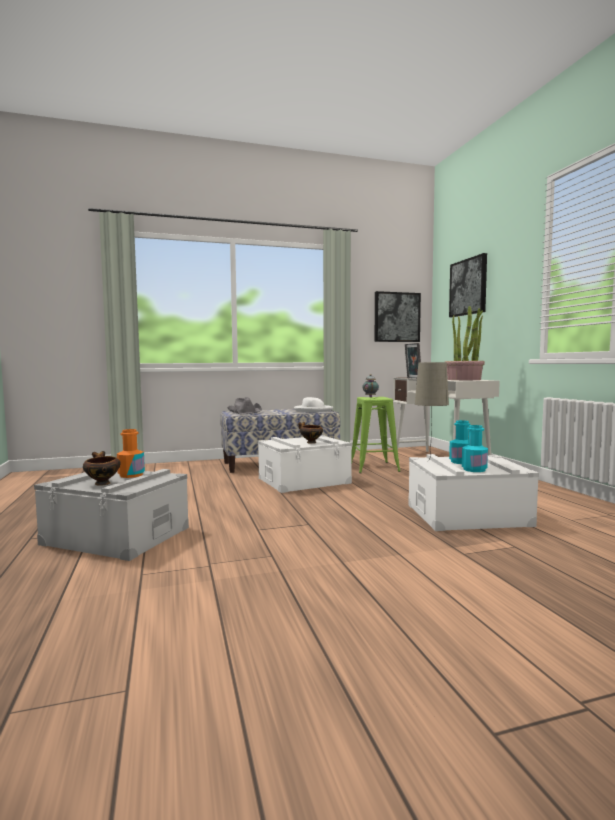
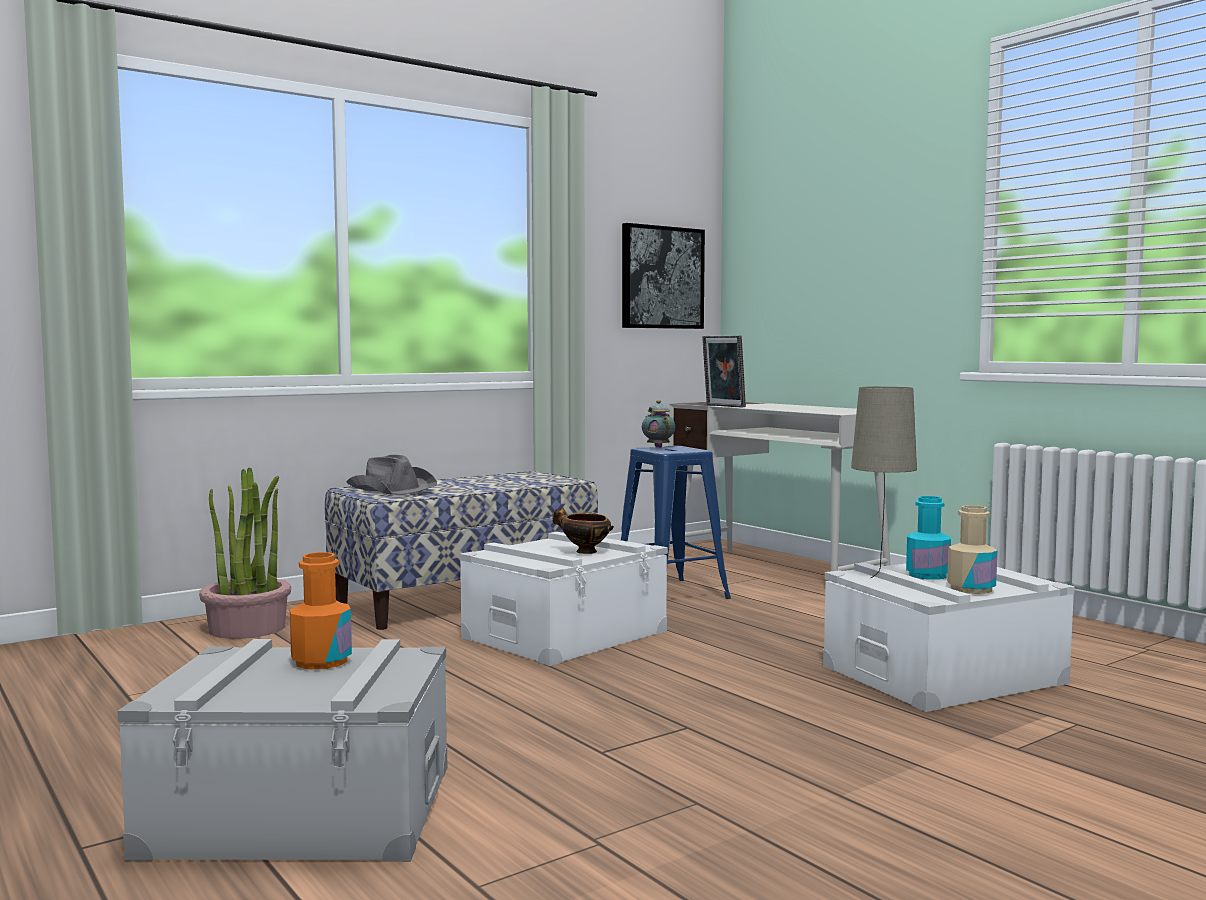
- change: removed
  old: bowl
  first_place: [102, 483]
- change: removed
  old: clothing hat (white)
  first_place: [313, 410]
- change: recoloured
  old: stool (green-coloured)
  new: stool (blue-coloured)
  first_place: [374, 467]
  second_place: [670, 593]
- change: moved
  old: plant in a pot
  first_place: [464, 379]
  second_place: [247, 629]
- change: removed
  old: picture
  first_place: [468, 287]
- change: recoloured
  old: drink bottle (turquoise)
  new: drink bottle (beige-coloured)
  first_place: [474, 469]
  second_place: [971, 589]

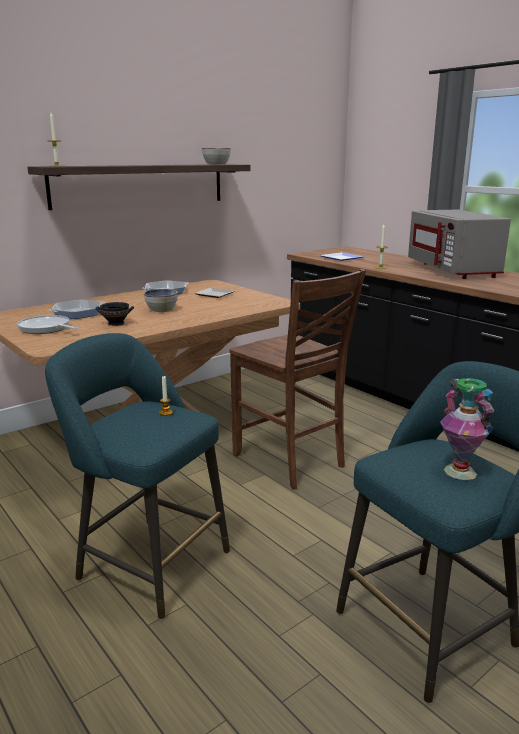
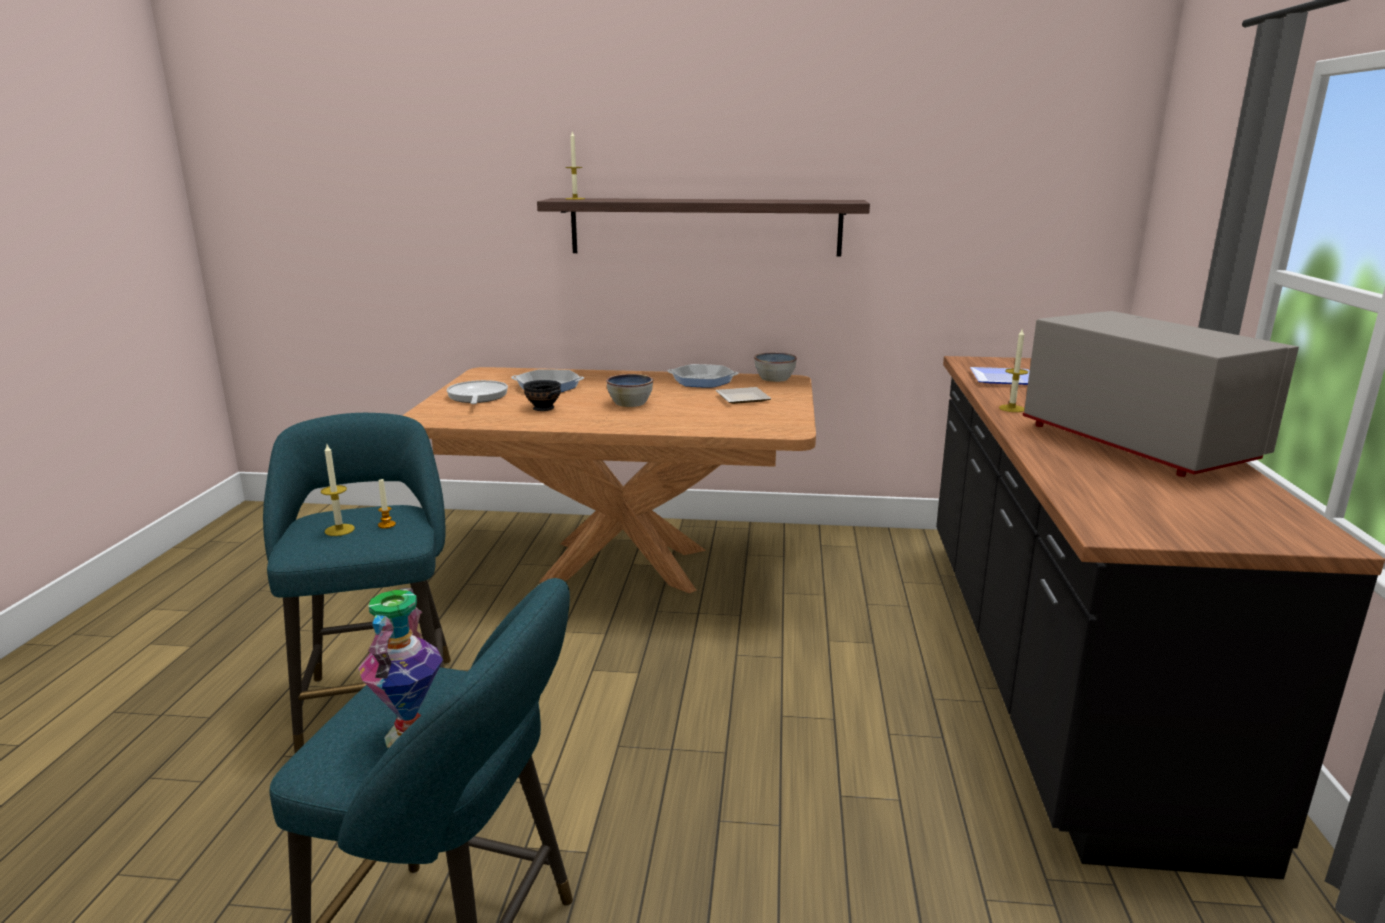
- change: moved
  old: bowl
  first_place: [216, 164]
  second_place: [774, 379]
- change: removed
  old: plain chair (brownish)
  first_place: [290, 461]
- change: turned
  old: microwave oven (greyish)
  first_place: [453, 270]
  second_place: [1135, 444]
  degrees: 120
- change: added
  new: wax candle
  second_place: [339, 530]

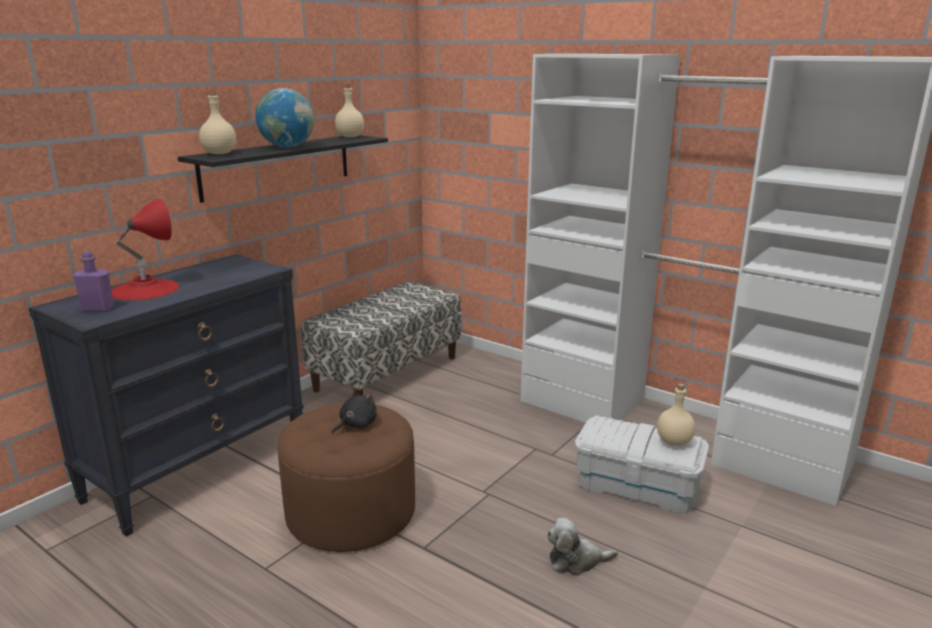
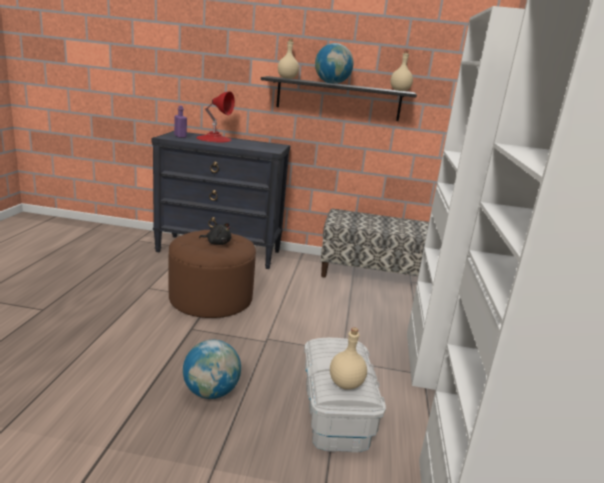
- change: replaced
  old: soft toy
  new: world globe
  first_place: [576, 561]
  second_place: [211, 392]

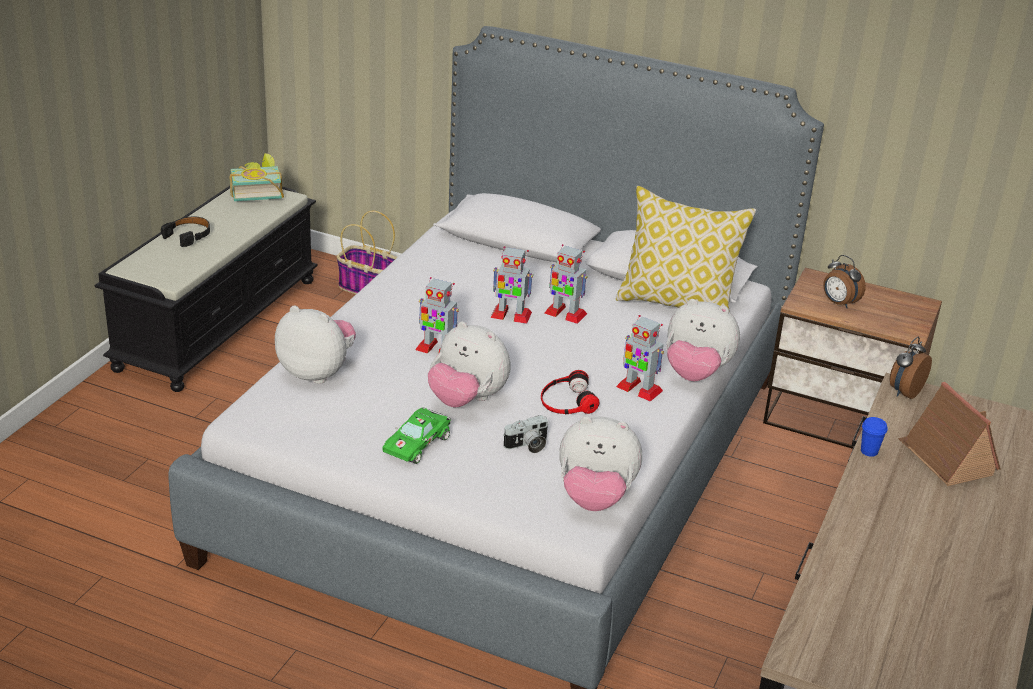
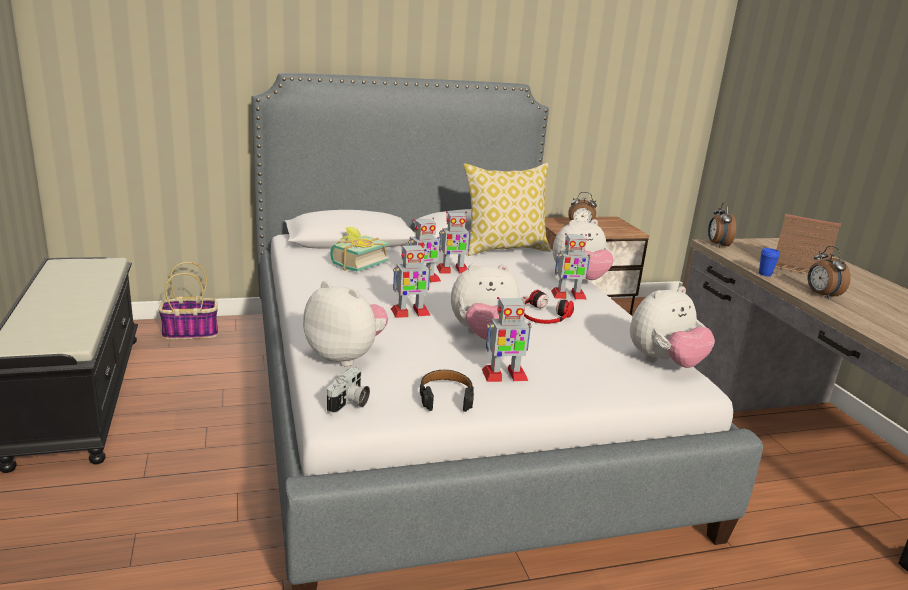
- change: moved
  old: headphones (black-coloured)
  first_place: [188, 235]
  second_place: [446, 397]
- change: moved
  old: bound book
  first_place: [256, 192]
  second_place: [355, 263]
- change: turned
  old: soft toy
  first_place: [317, 372]
  second_place: [346, 356]
  degrees: 45
- change: replaced
  old: model car (green-coloured)
  new: toy robot
  first_place: [417, 443]
  second_place: [504, 375]
- change: moved
  old: still camera
  first_place: [527, 446]
  second_place: [349, 404]
- change: added
  new: alarm clock
  second_place: [821, 295]

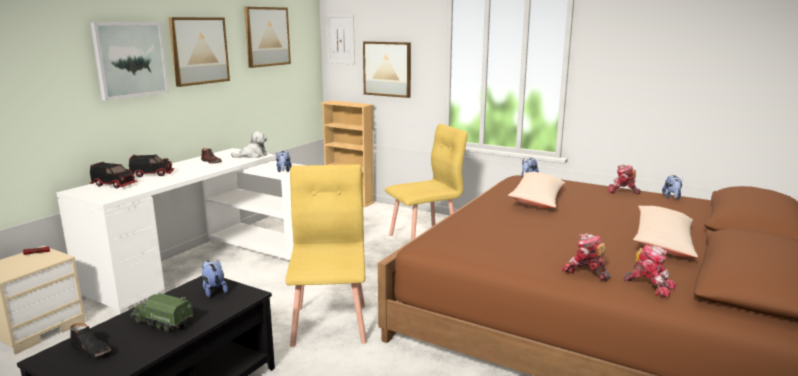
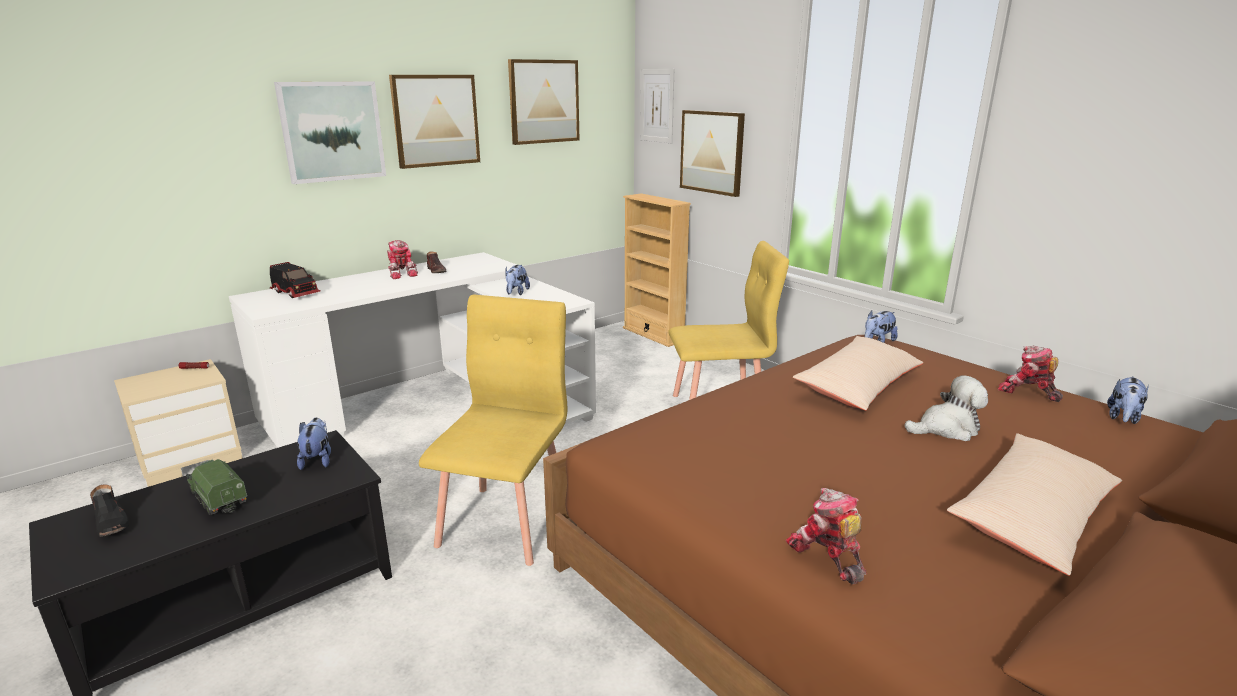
- change: removed
  old: toy lorry
  first_place: [152, 174]
- change: moved
  old: soft toy
  first_place: [252, 155]
  second_place: [946, 429]
- change: moved
  old: toy robot
  first_place: [649, 285]
  second_place: [402, 273]

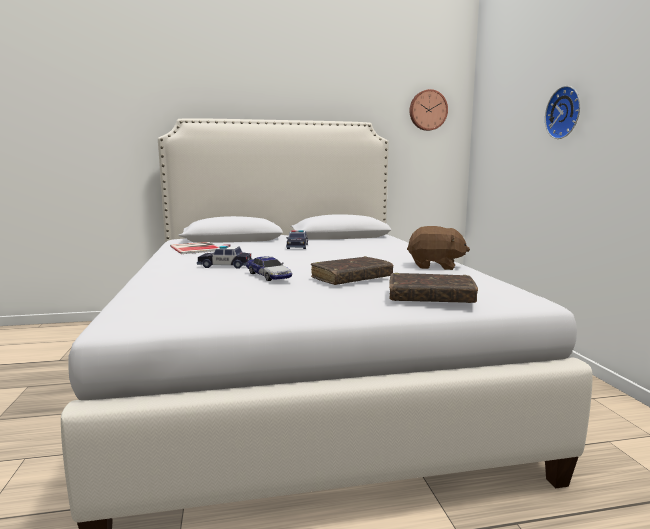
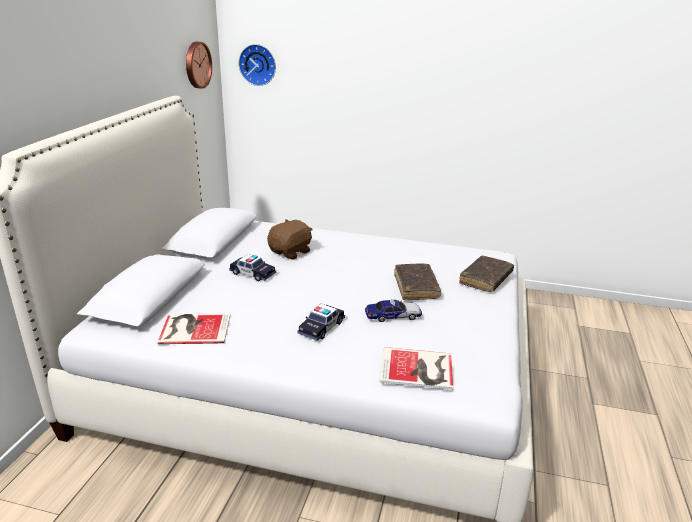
- change: moved
  old: soft toy (brownish)
  first_place: [435, 266]
  second_place: [291, 252]
- change: moved
  old: hanging clock
  first_place: [565, 112]
  second_place: [258, 64]
- change: added
  new: bound book
  second_place: [418, 369]

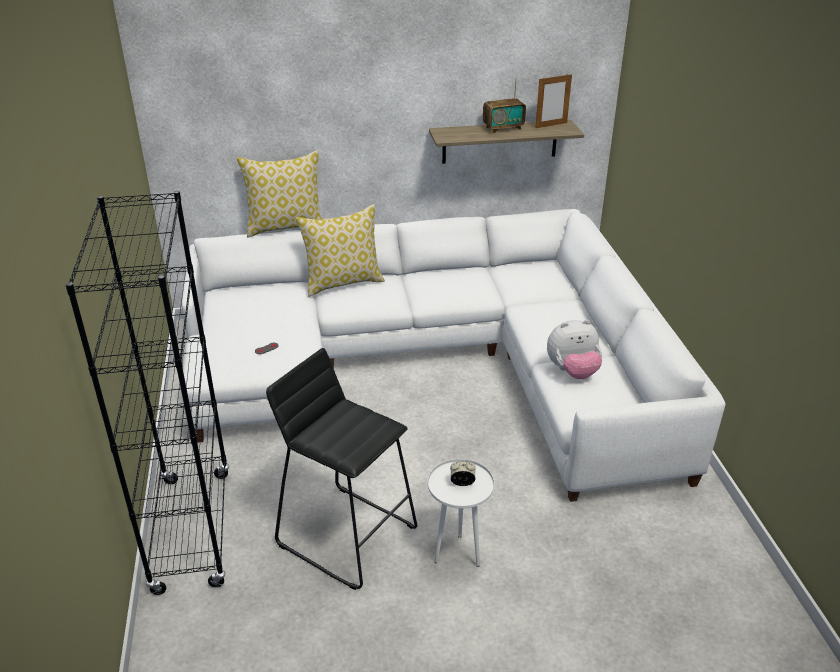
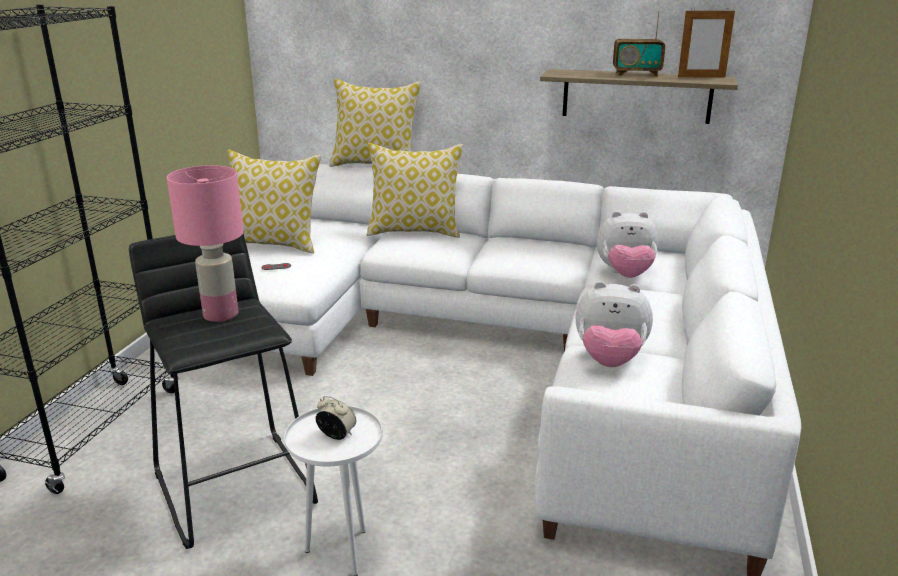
- change: added
  new: lamp for a table (pinkish)
  second_place: [220, 315]
- change: added
  new: throw pillow
  second_place: [275, 244]
- change: added
  new: soft toy
  second_place: [625, 275]

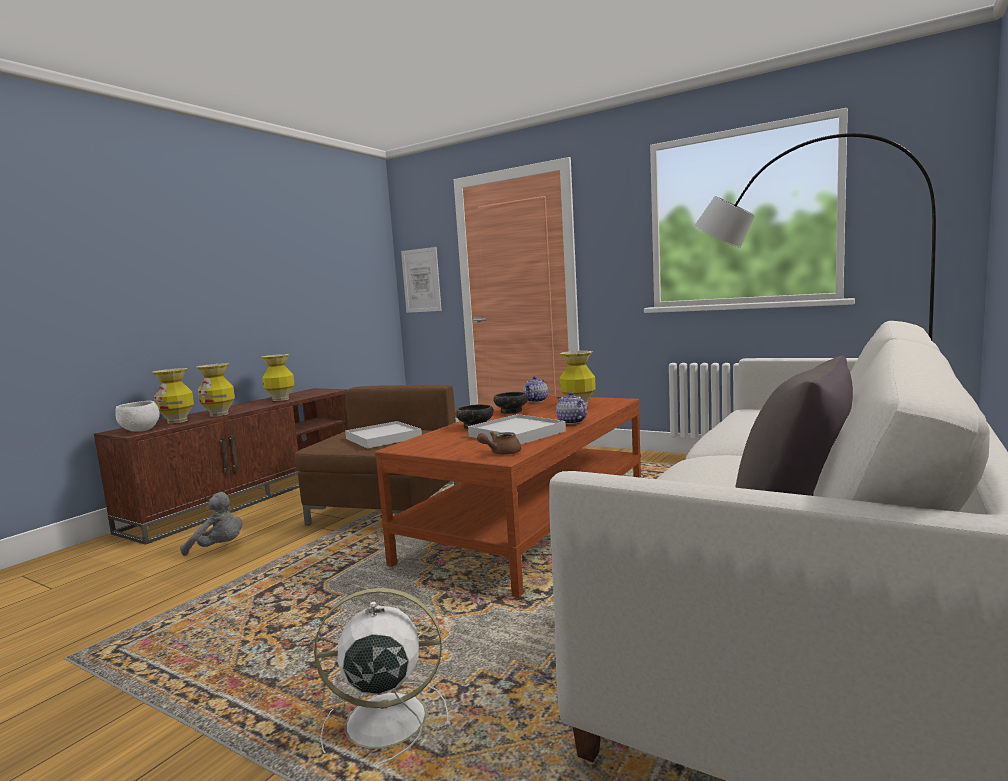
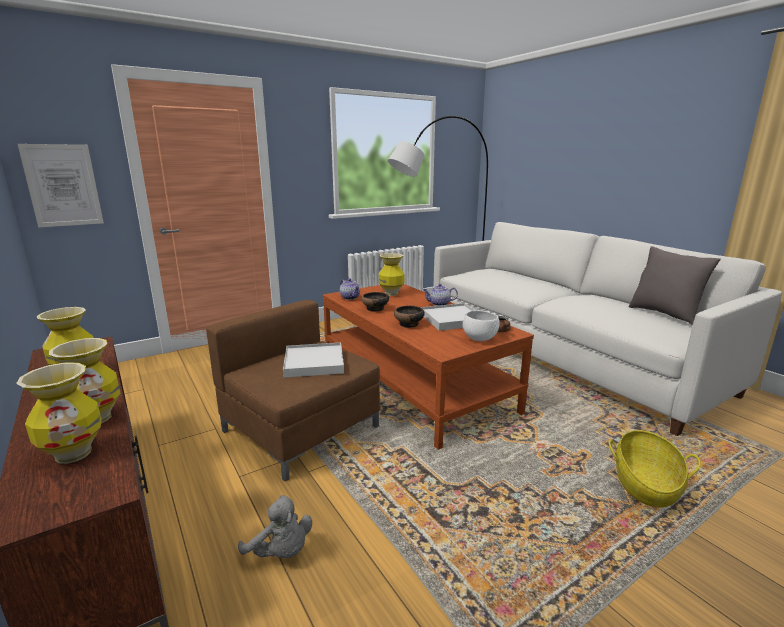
- change: moved
  old: bowl (white)
  first_place: [141, 430]
  second_place: [480, 339]
- change: turned
  old: soft toy (greyish)
  first_place: [219, 548]
  second_place: [281, 552]
  degrees: 90
- change: replaced
  old: electric fan (white)
  new: household basket
  first_place: [382, 721]
  second_place: [645, 484]

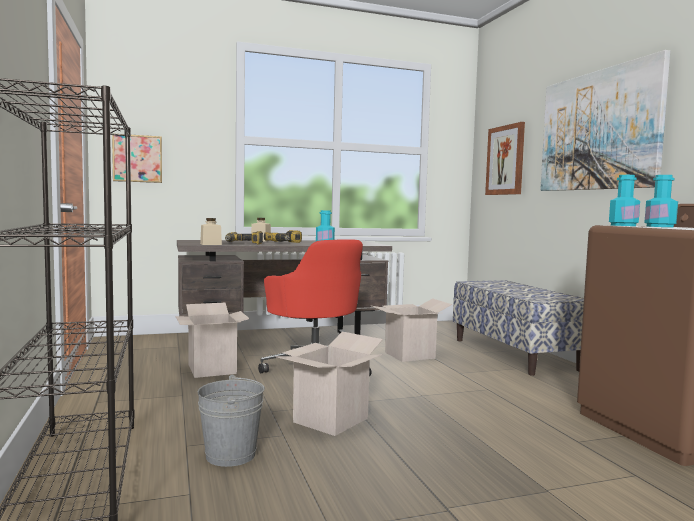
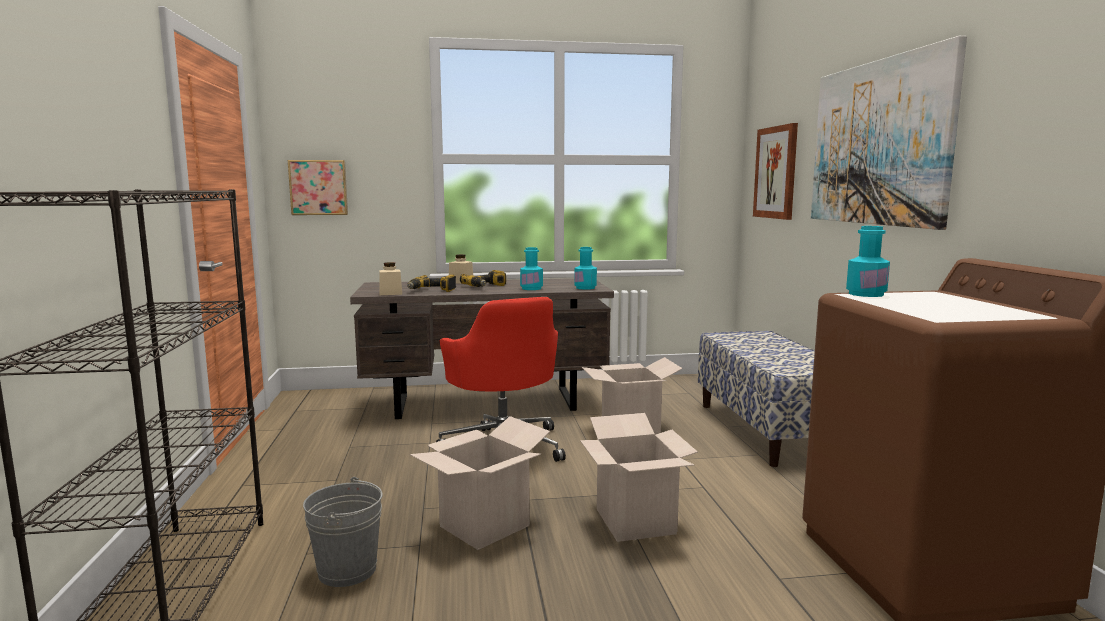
- change: moved
  old: cardboard box
  first_place: [212, 369]
  second_place: [635, 521]
- change: moved
  old: drink bottle (turquoise)
  first_place: [660, 226]
  second_place: [585, 288]

